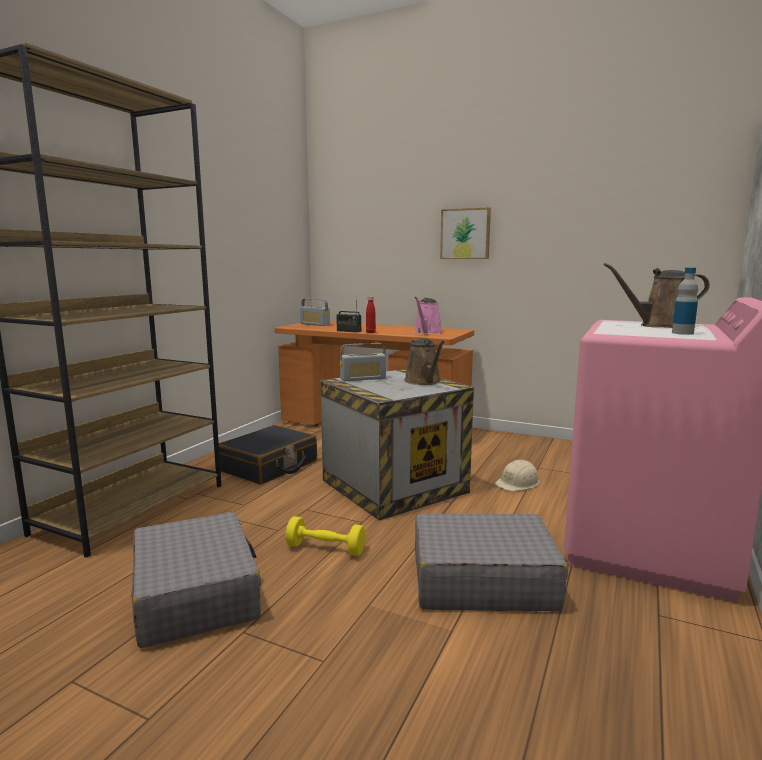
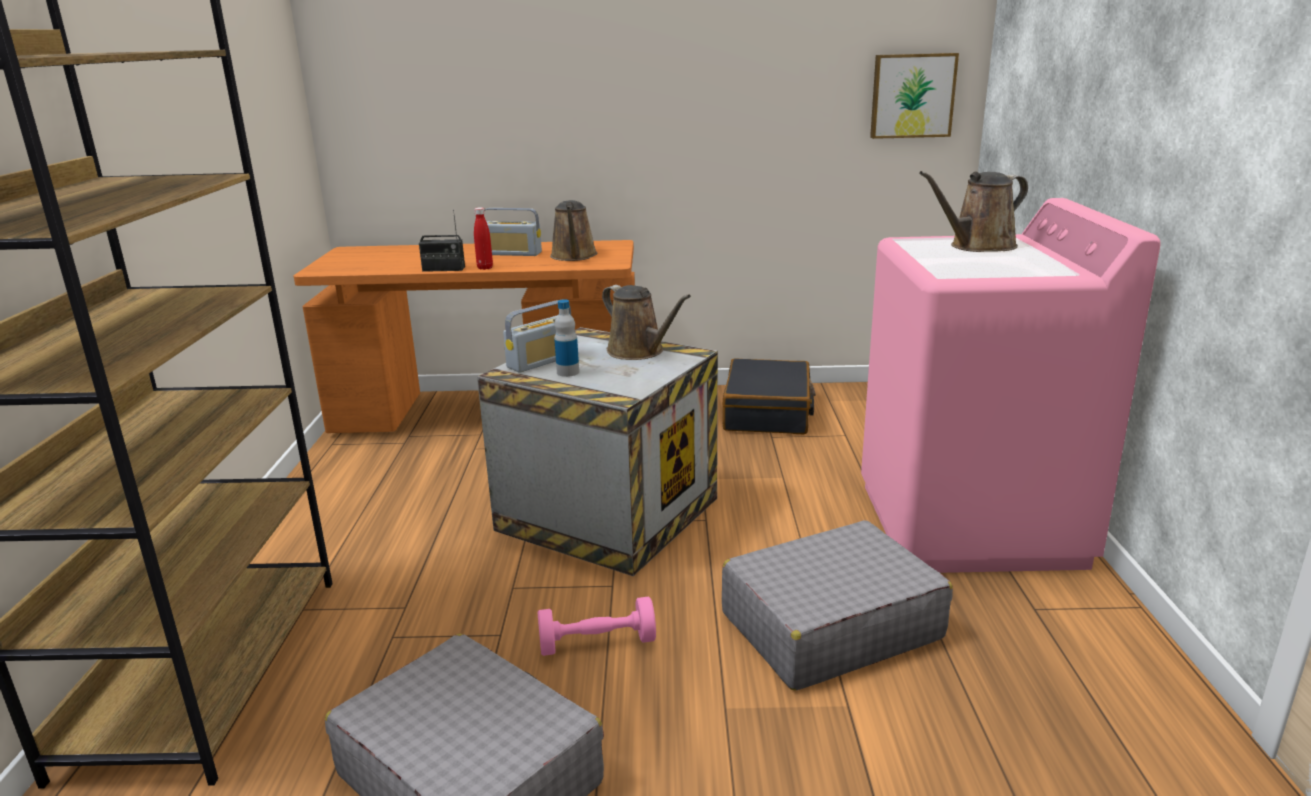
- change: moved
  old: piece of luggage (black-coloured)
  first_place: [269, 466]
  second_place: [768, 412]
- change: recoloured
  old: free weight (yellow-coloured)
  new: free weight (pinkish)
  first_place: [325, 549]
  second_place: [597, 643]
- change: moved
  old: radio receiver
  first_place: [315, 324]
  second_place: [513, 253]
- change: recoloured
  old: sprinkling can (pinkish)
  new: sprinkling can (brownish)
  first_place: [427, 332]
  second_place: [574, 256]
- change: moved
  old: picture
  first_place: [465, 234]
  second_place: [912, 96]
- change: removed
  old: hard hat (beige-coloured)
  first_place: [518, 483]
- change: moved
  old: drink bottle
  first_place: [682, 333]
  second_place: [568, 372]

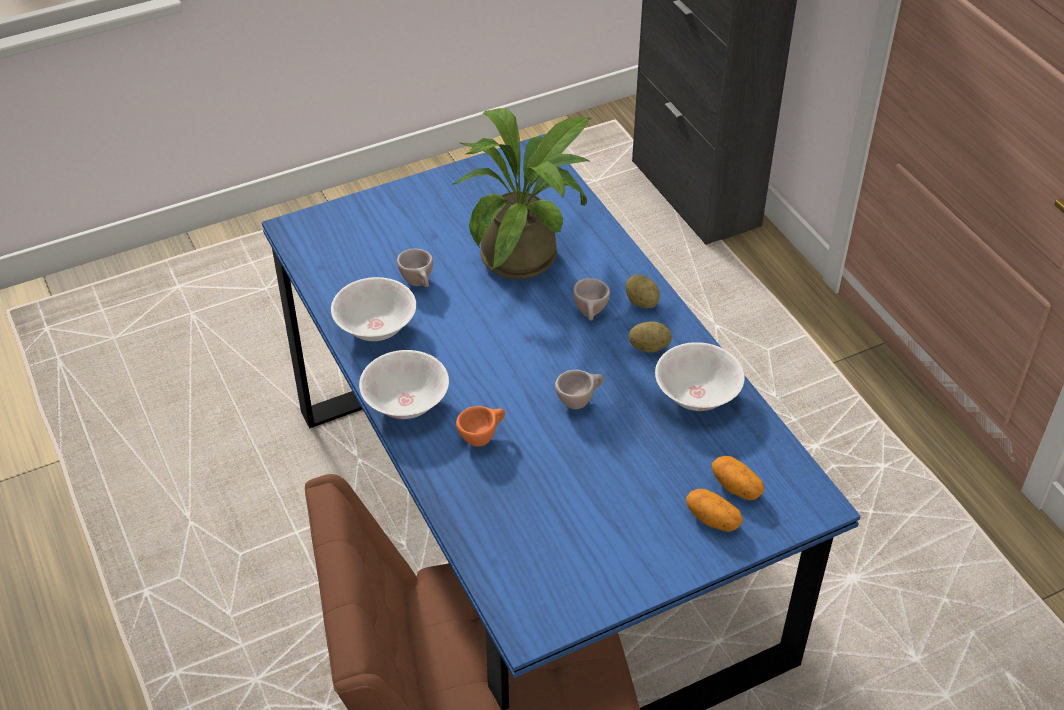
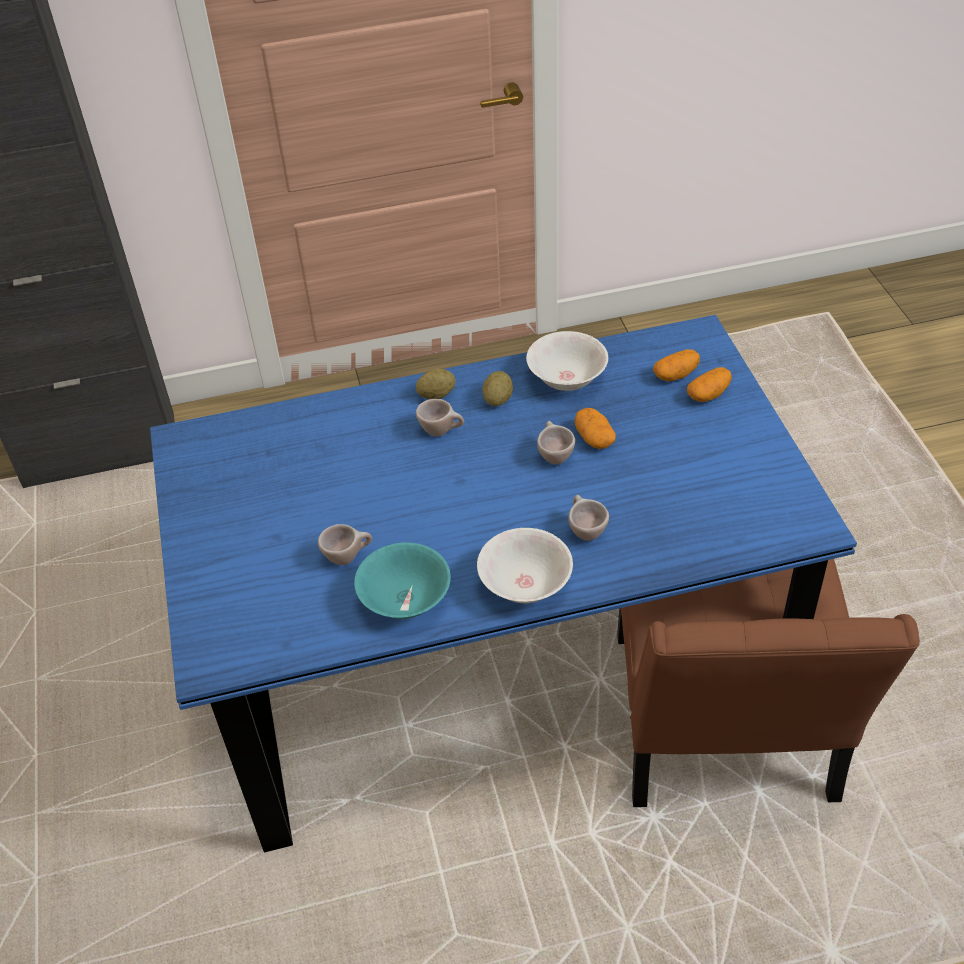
- change: recoloured
  old: bowl (white)
  new: bowl (turquoise)
  first_place: [375, 328]
  second_place: [404, 601]
- change: removed
  old: plant in a pot
  first_place: [527, 254]
- change: recoloured
  old: drinking cup (orange)
  new: drinking cup (beige-coloured)
  first_place: [482, 437]
  second_place: [584, 531]
- change: added
  new: spud
  second_place: [594, 438]

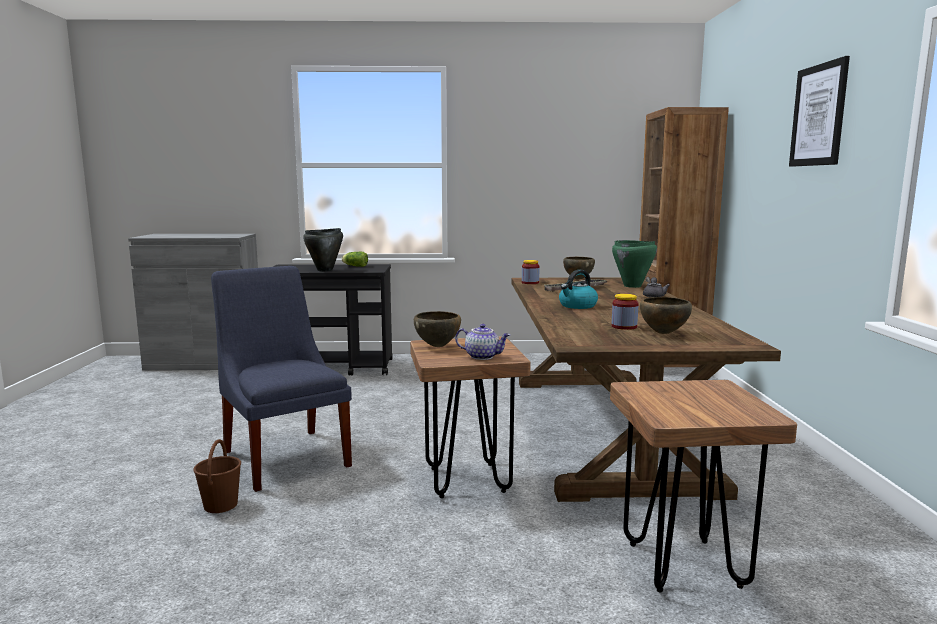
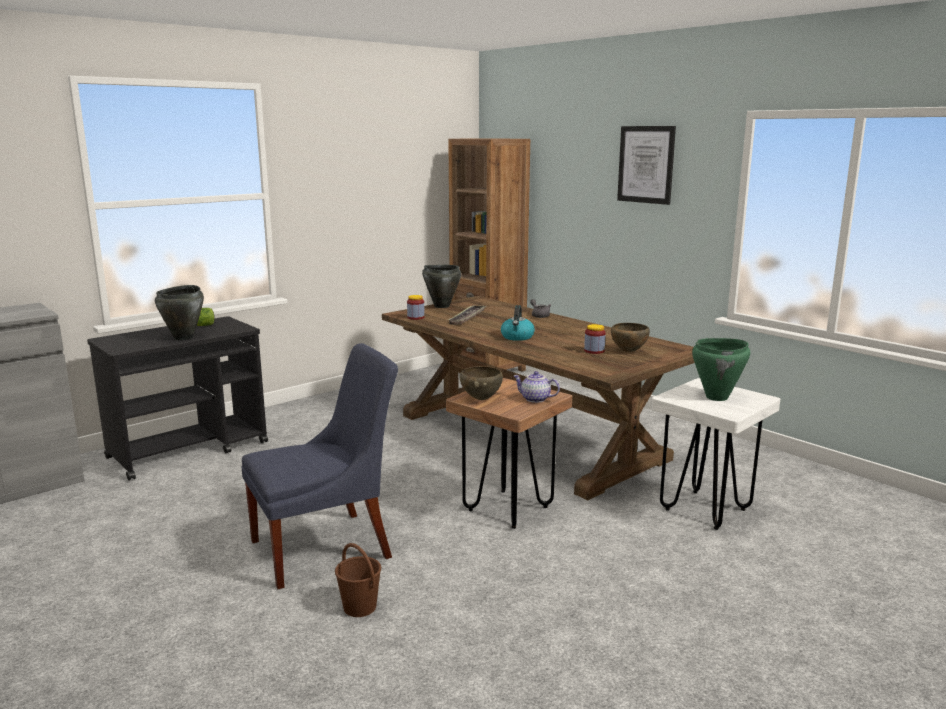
- change: turned
  old: plain chair (blue-coloured)
  first_place: [285, 456]
  second_place: [327, 547]
  degrees: 135
- change: turned
  old: pot for tea
  first_place: [482, 356]
  second_place: [535, 399]
  degrees: -135
- change: replaced
  old: bowl (brownish)
  new: cooking pot (black-coloured)
  first_place: [578, 279]
  second_place: [441, 306]
- change: recoloured
  old: stool (brownish)
  new: stool (white)
  first_place: [683, 565]
  second_place: [705, 510]
- change: moved
  old: cooking pot (green-coloured)
  first_place: [632, 286]
  second_place: [717, 397]

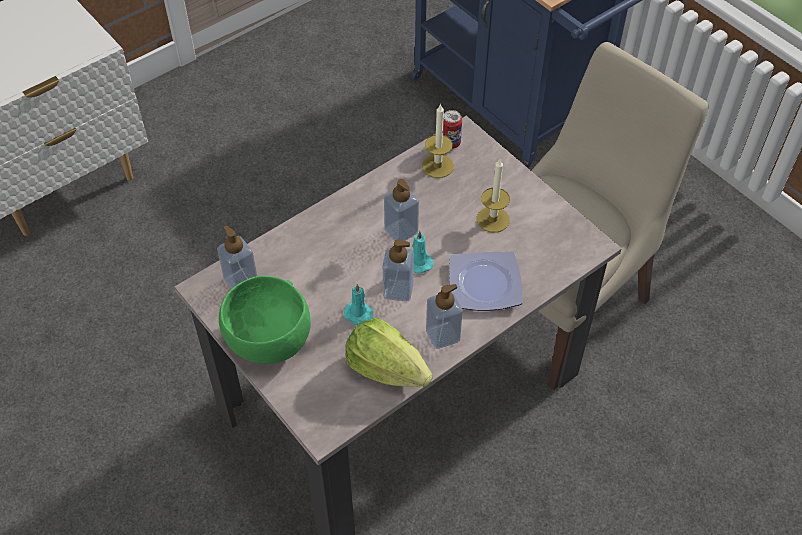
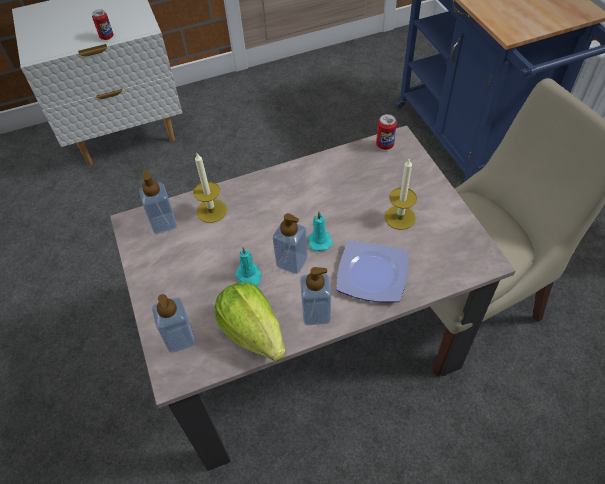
- change: removed
  old: bowl (green-coloured)
  first_place: [269, 340]
- change: moved
  old: soap bottle
  first_place: [401, 231]
  second_place: [180, 338]
- change: moved
  old: wax candle
  first_place: [437, 166]
  second_place: [211, 211]
- change: added
  new: can
  second_place: [107, 37]

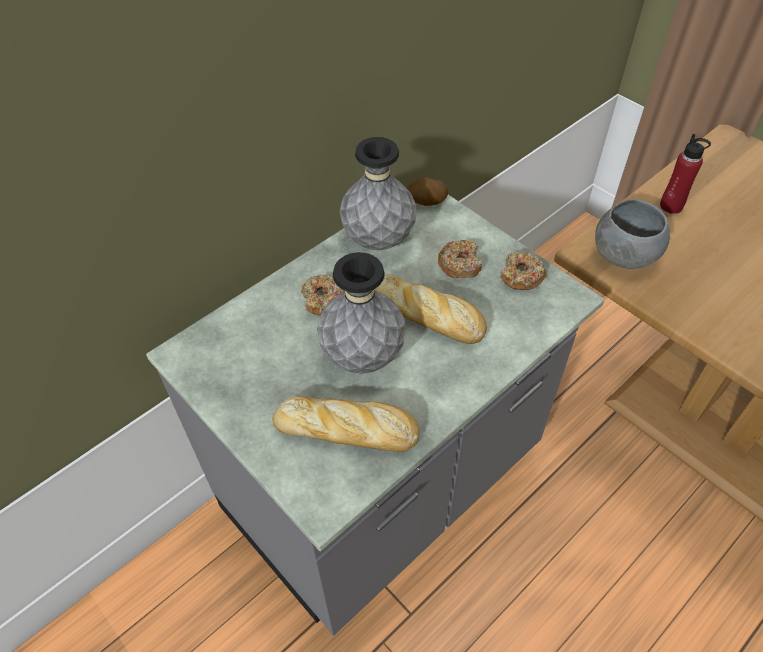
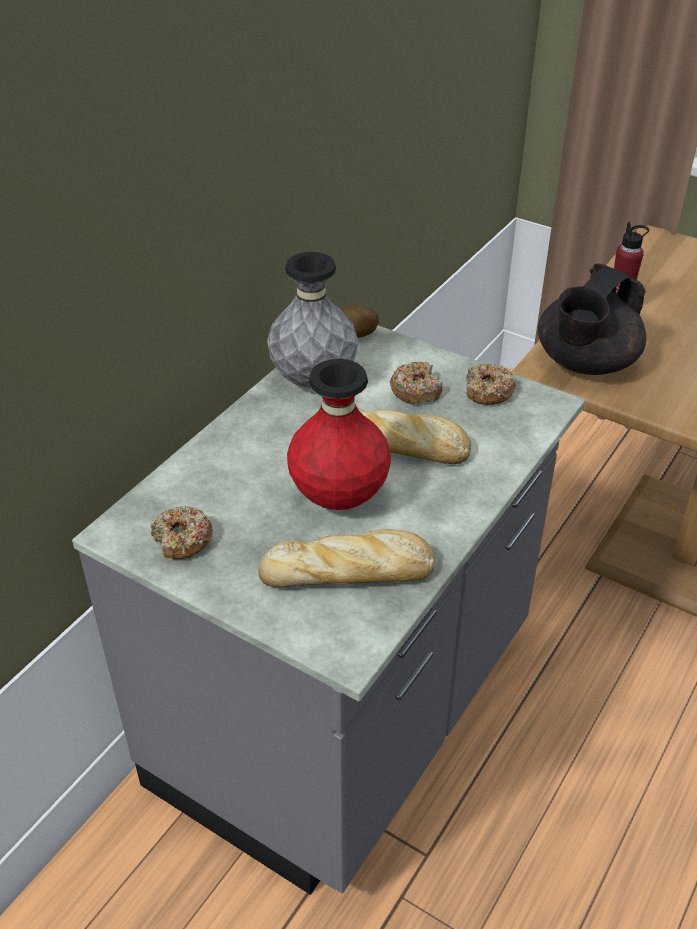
- change: moved
  old: doughnut
  first_place: [323, 300]
  second_place: [182, 540]
- change: recoloured
  old: vase (greyish)
  new: vase (reddish)
  first_place: [363, 357]
  second_place: [339, 498]
- change: replaced
  old: bowl (greyish)
  new: pot for tea (black-coloured)
  first_place: [623, 255]
  second_place: [585, 363]

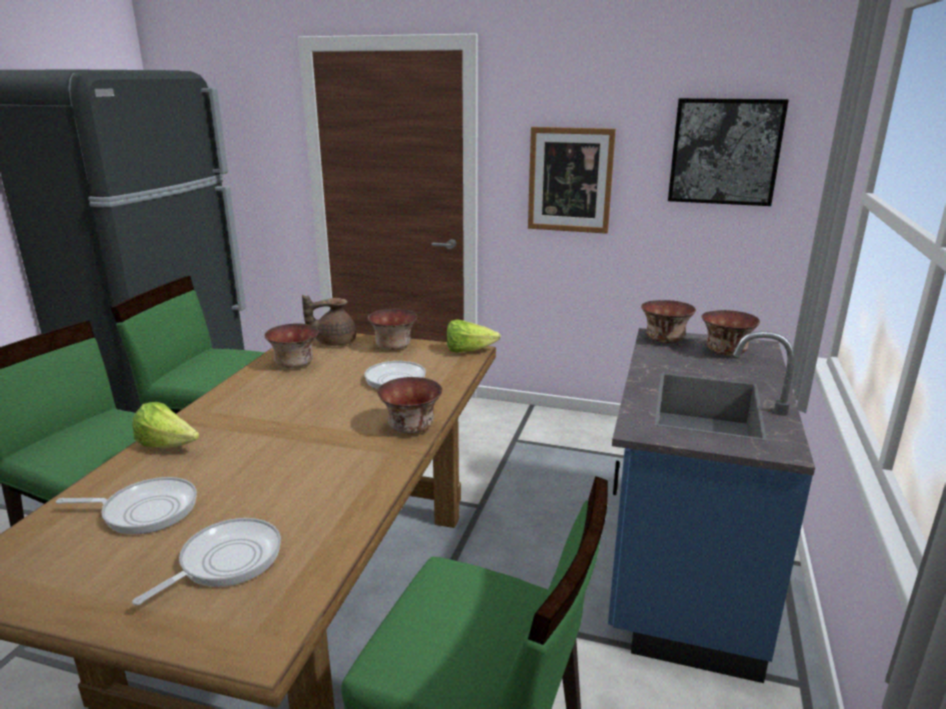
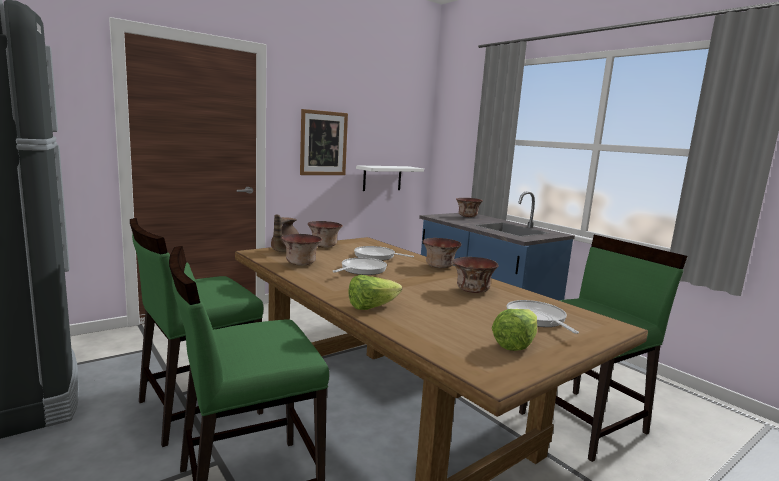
- change: moved
  old: pan
  first_place: [145, 510]
  second_place: [361, 270]
- change: moved
  old: lettuce
  first_place: [468, 351]
  second_place: [515, 344]
- change: moved
  old: bowl
  first_place: [664, 340]
  second_place: [473, 291]
- change: removed
  old: picture
  first_place: [725, 152]
- change: added
  new: bracket shelf (white)
  second_place: [382, 178]

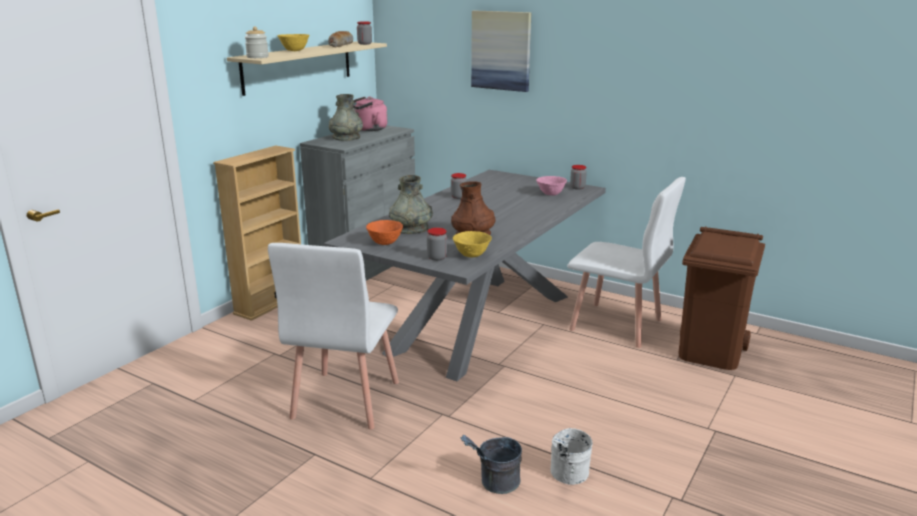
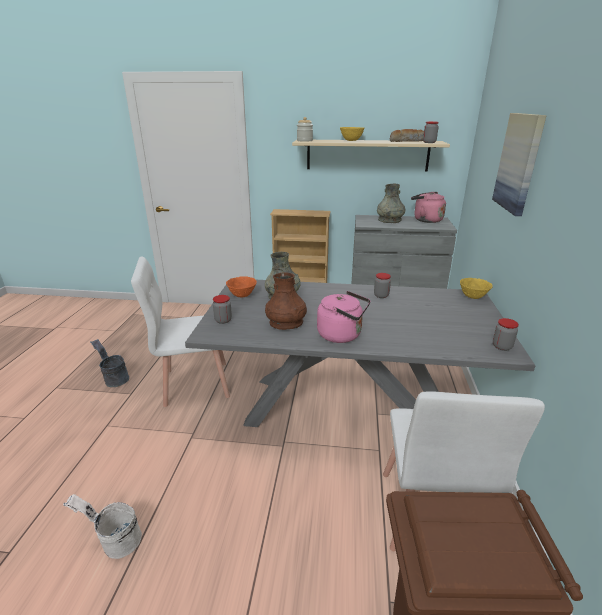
- change: moved
  old: bowl (yellow-coloured)
  first_place: [472, 255]
  second_place: [473, 297]
- change: moved
  old: pail (greyish)
  first_place: [494, 484]
  second_place: [114, 379]
- change: removed
  old: bowl (pinkish)
  first_place: [550, 194]
- change: added
  new: tea kettle (pinkish)
  second_place: [342, 335]

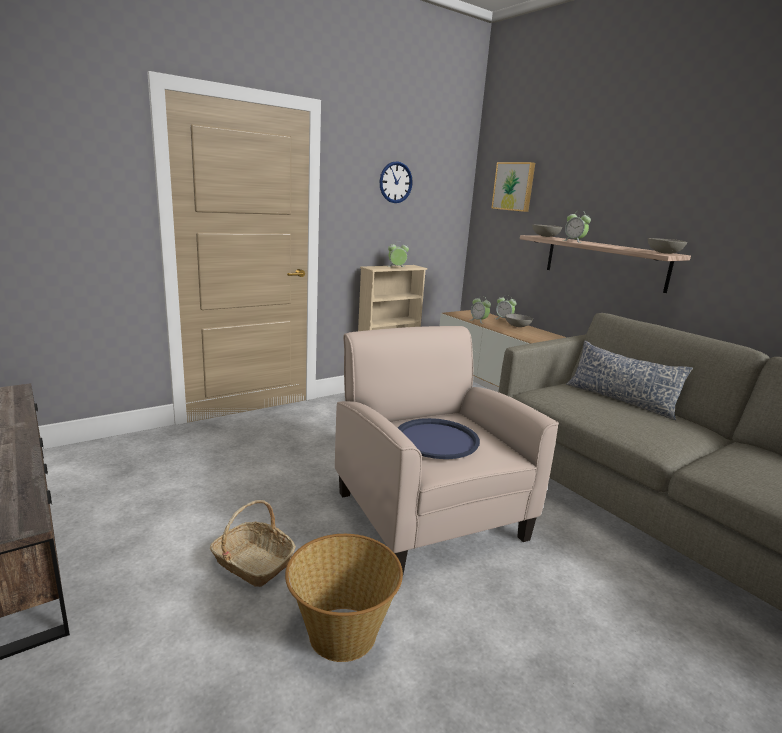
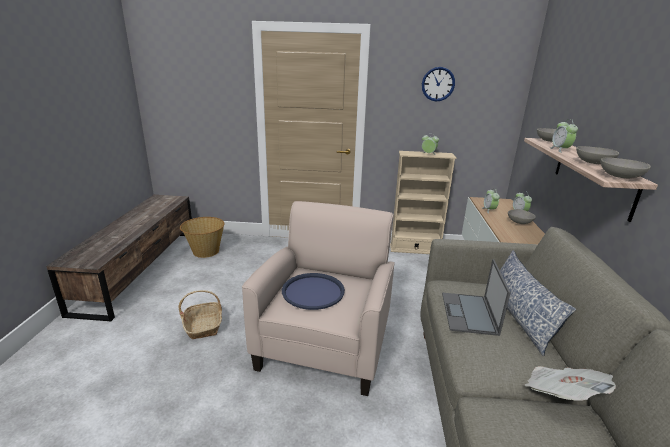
- change: moved
  old: household basket
  first_place: [341, 634]
  second_place: [205, 251]
- change: removed
  old: picture
  first_place: [514, 186]
- change: added
  new: laptop
  second_place: [469, 314]
- change: added
  new: daily paper
  second_place: [561, 394]
- change: added
  new: bowl (greyish)
  second_place: [593, 163]

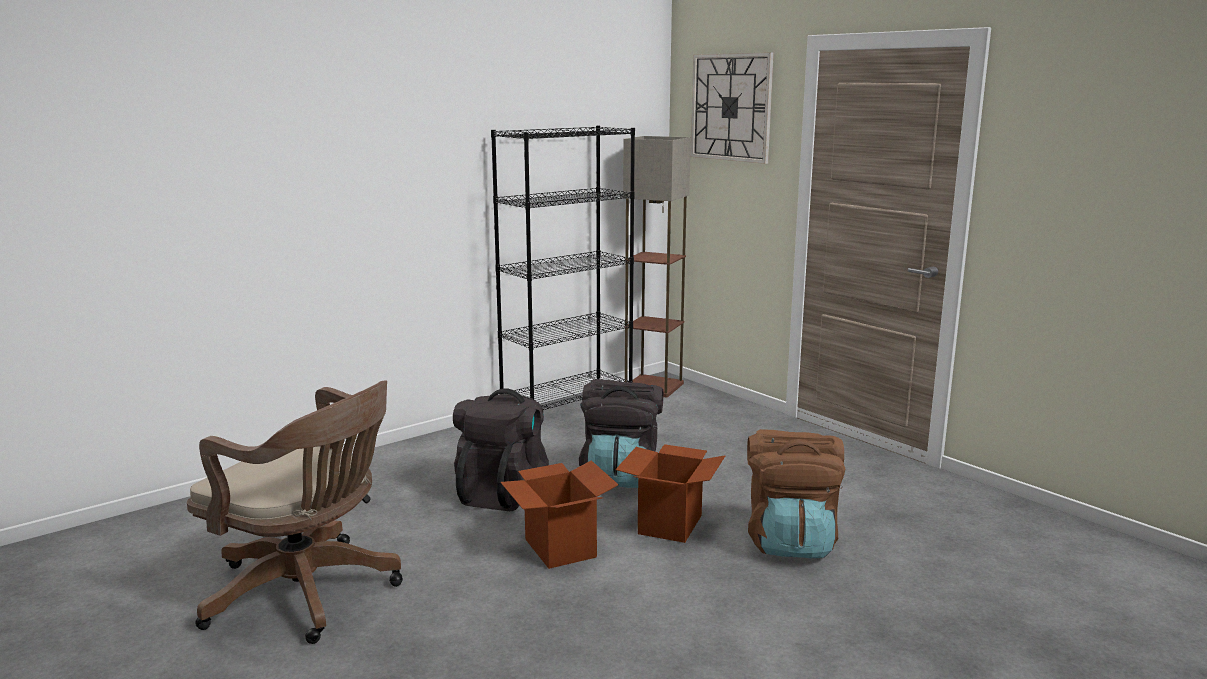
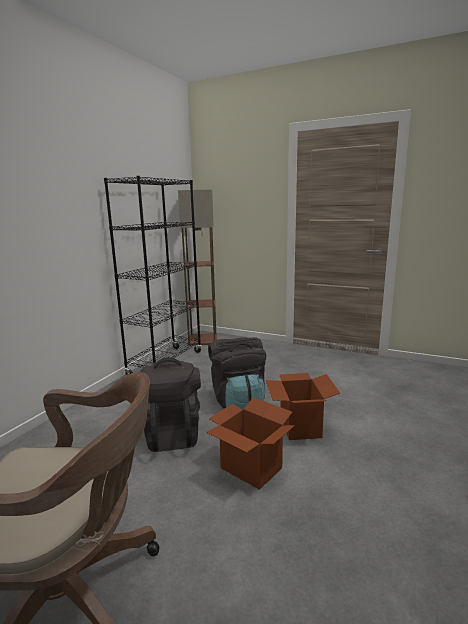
- change: removed
  old: hanging clock
  first_place: [731, 107]
- change: removed
  old: rucksack (brownish)
  first_place: [790, 541]

